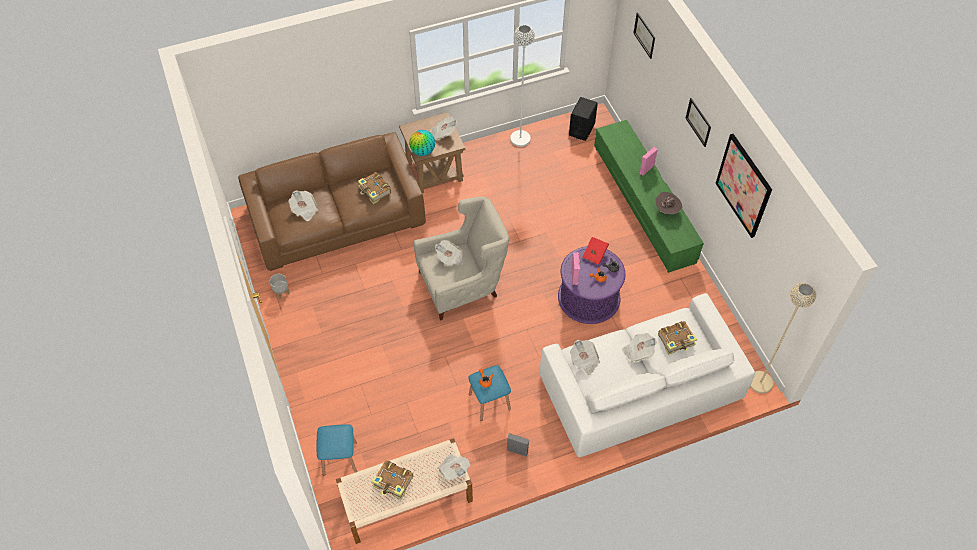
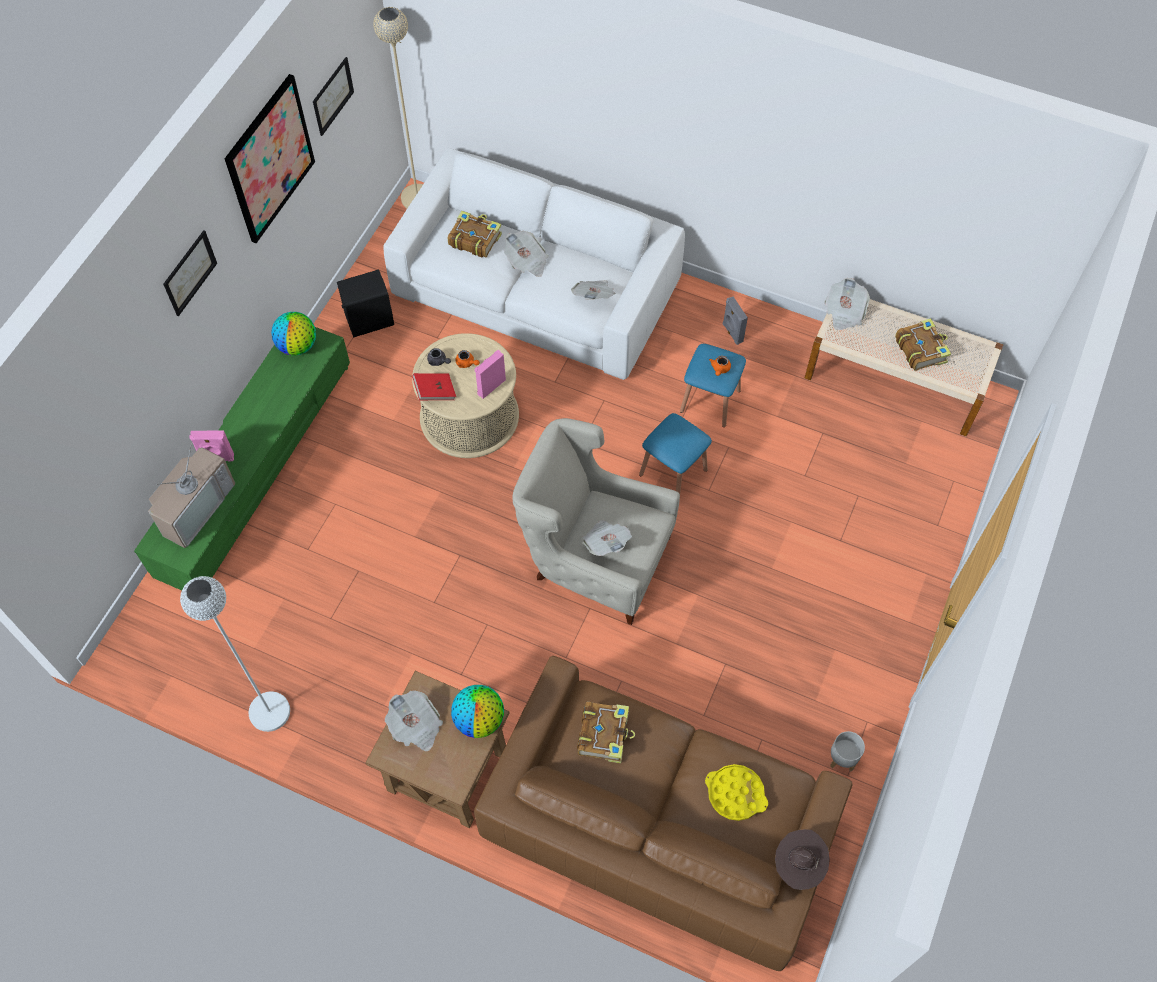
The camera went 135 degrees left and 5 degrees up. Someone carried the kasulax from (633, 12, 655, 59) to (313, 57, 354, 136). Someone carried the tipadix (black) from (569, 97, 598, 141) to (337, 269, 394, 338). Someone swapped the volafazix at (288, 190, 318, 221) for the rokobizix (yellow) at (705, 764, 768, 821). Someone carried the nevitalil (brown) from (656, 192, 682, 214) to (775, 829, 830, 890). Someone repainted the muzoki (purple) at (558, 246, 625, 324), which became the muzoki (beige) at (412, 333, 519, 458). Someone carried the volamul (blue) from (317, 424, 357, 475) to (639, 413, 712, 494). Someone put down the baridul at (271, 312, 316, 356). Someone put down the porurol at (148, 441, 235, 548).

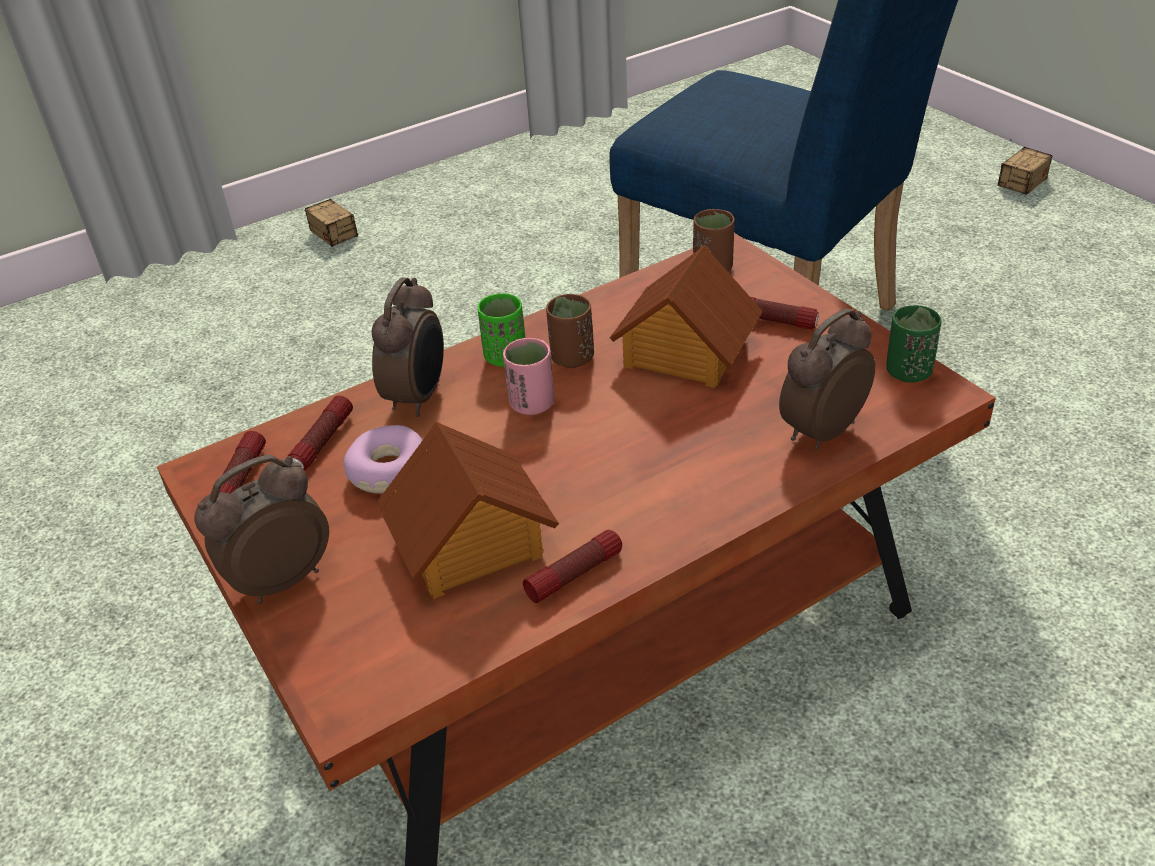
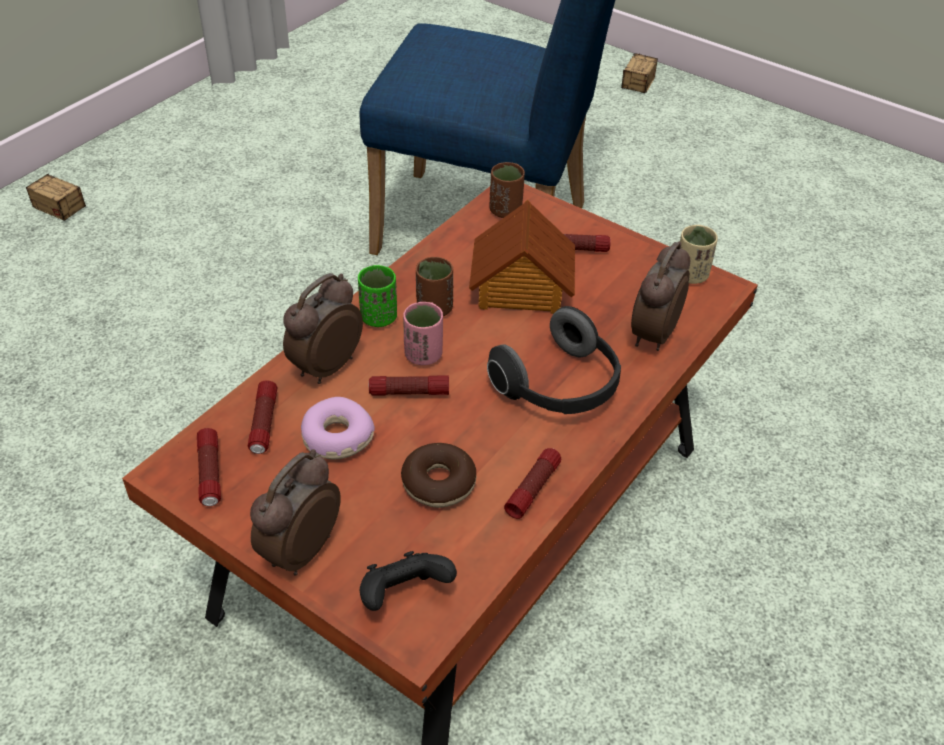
The camera went 25 degrees left and 5 degrees up. Someone rotated the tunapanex at (372, 277, 444, 417) by 135 degrees counterclockwise. Someone repainted the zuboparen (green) at (886, 305, 942, 383), which became the zuboparen (beige) at (680, 225, 718, 284). Someone swapped the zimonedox at (376, 421, 559, 599) for the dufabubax at (401, 443, 476, 508). Someone put down the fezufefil at (487, 306, 621, 414). Someone put down the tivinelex at (369, 376, 449, 395). Someone put down the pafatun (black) at (360, 551, 457, 611).

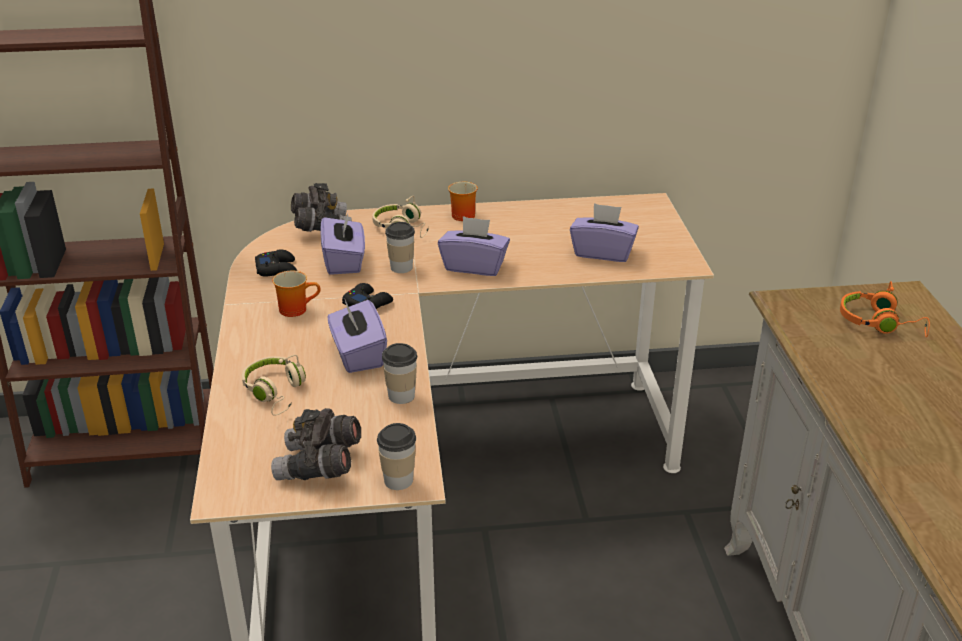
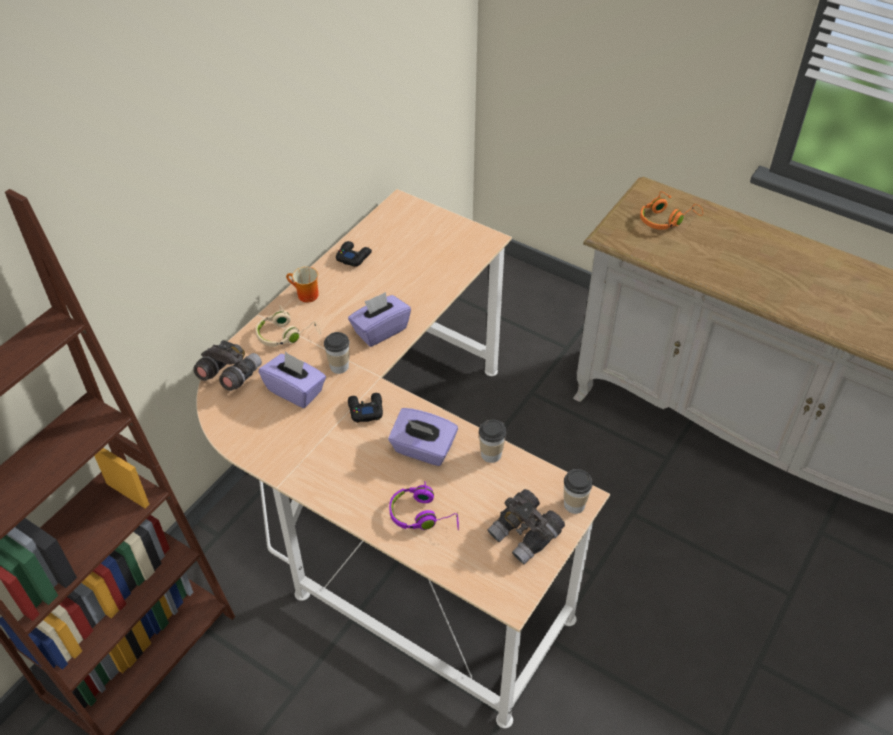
The camera went 50 degrees left and 15 degrees up. Someone took away the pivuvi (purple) at (570, 203, 639, 262). Someone carried the pafatun (black) from (255, 250, 297, 277) to (336, 241, 372, 267). Someone took away the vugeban at (272, 271, 321, 317). Someone repainted the fezufefil (beige) at (242, 355, 306, 415), which became the fezufefil (purple) at (389, 482, 459, 530).

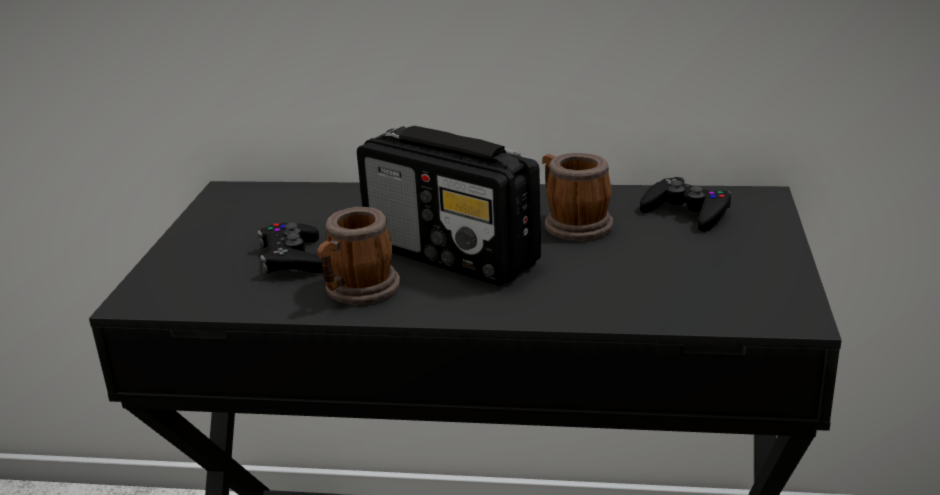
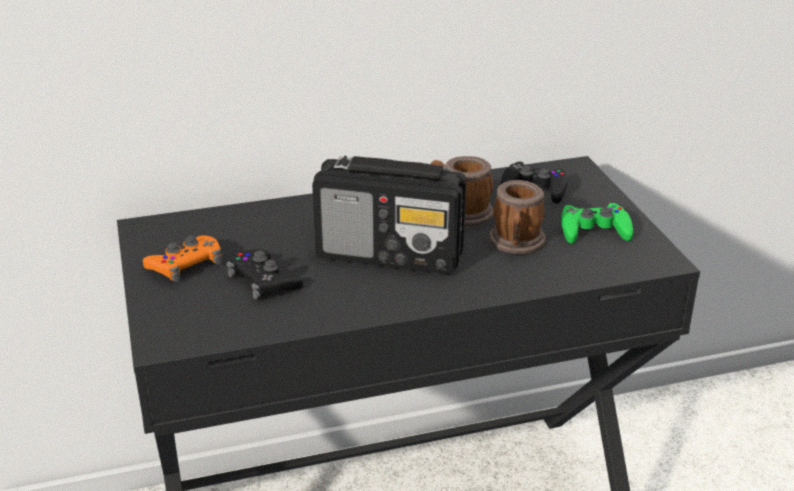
The camera went 25 degrees left and 5 degrees up. Someone carried the vugeban from (317, 207, 401, 305) to (489, 180, 546, 254). Someone put down the pafatun (green) at (561, 203, 633, 244). Someone put down the pafatun (orange) at (143, 235, 222, 282).

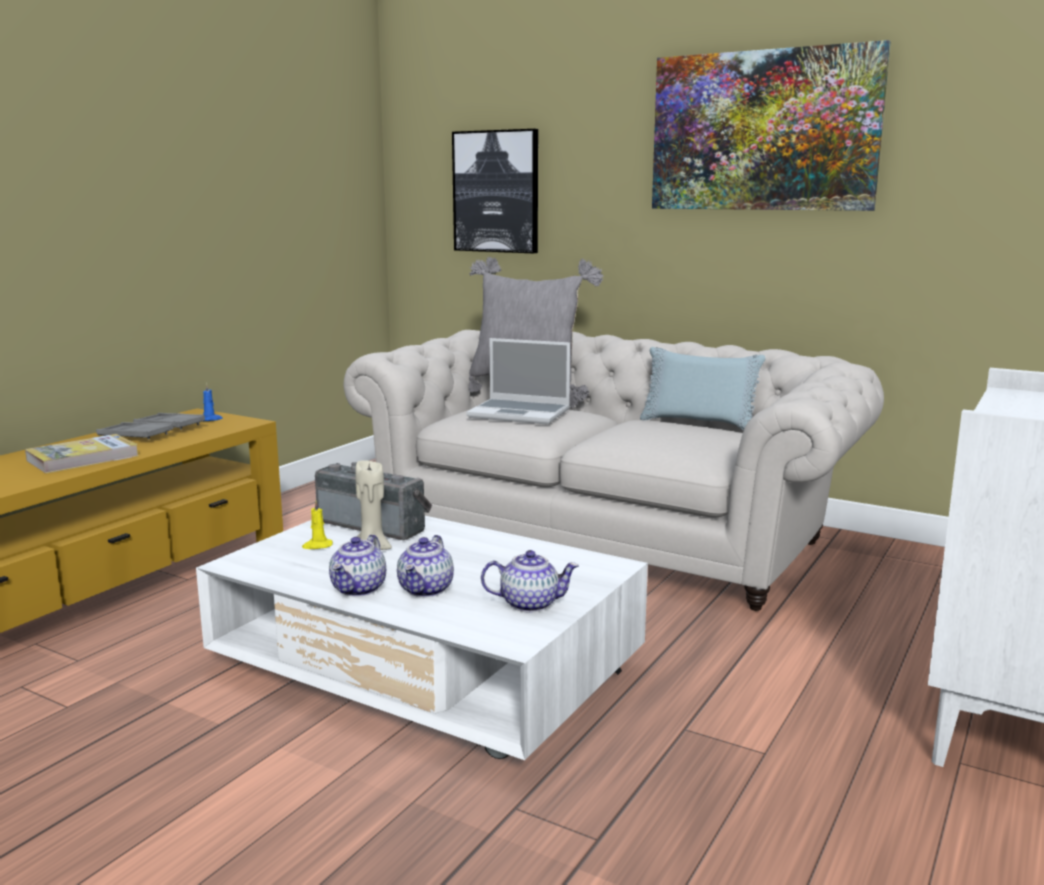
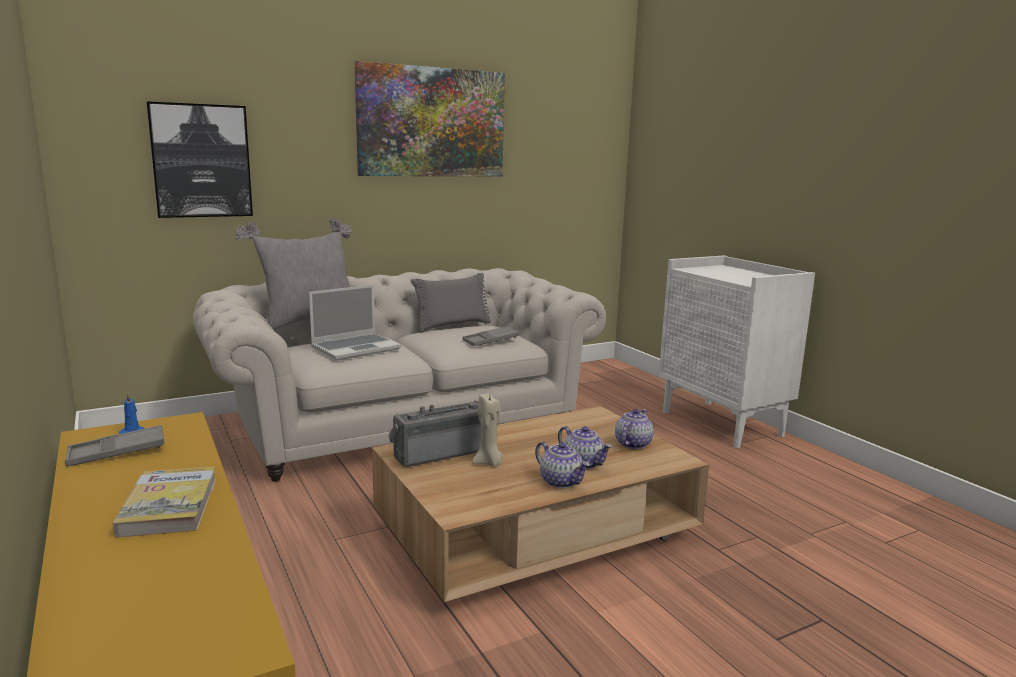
The camera went 60 degrees left and 0 degrees up. Someone repainted the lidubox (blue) at (640, 347, 765, 431), which became the lidubox (grey) at (411, 273, 491, 333). Someone carried the rokobizix (grey) from (96, 422, 173, 440) to (463, 326, 520, 346). Someone took away the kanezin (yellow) at (302, 500, 333, 549). Someone repainted the muzoki (white) at (196, 516, 648, 760), which became the muzoki (brown) at (372, 406, 709, 602).

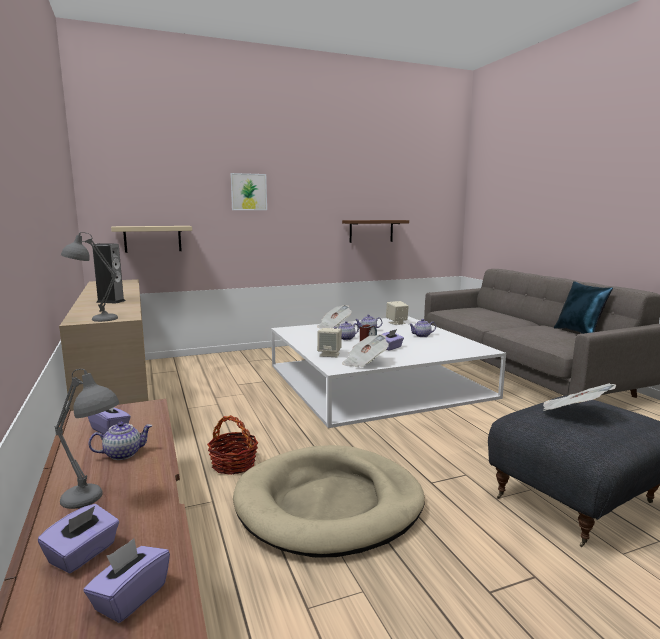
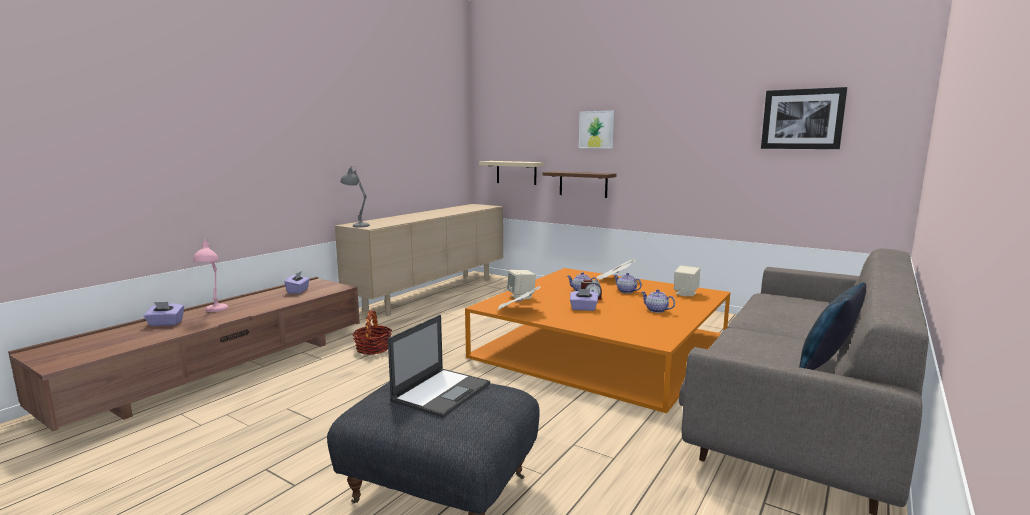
The camera went 55 degrees right and 0 degrees up. Someone carried the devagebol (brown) from (342, 220, 409, 243) to (542, 171, 617, 198). Someone took away the tipadix at (92, 243, 125, 304). Someone repainted the muzoki (white) at (271, 316, 506, 428), which became the muzoki (orange) at (465, 268, 730, 413). Someone repainted the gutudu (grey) at (55, 369, 119, 509), which became the gutudu (pink) at (193, 238, 229, 312). Someone swapped the volafazix at (543, 383, 616, 411) for the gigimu at (388, 315, 490, 418). Someone took away the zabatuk at (88, 422, 152, 460). Someone took away the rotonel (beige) at (233, 445, 425, 558). Someone took away the pivuvi (purple) at (84, 538, 170, 623). Someone put up the kasulax at (761, 87, 847, 149).

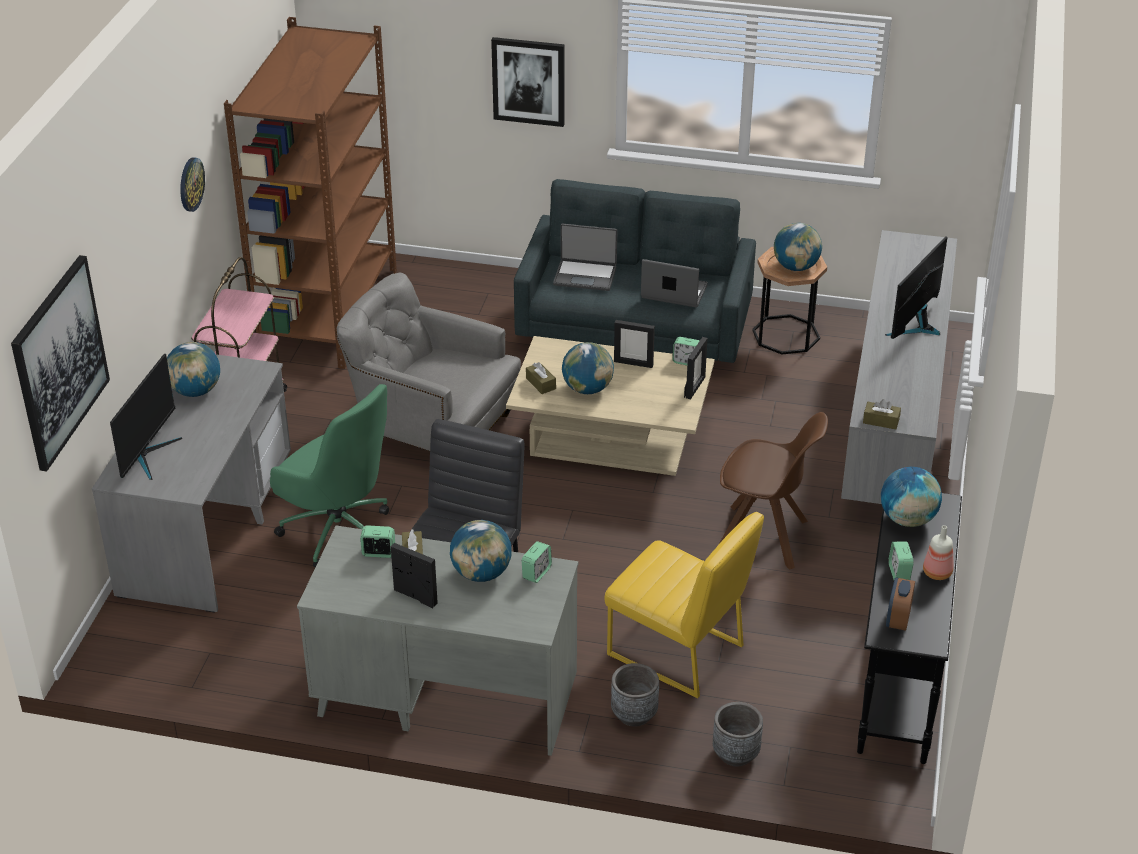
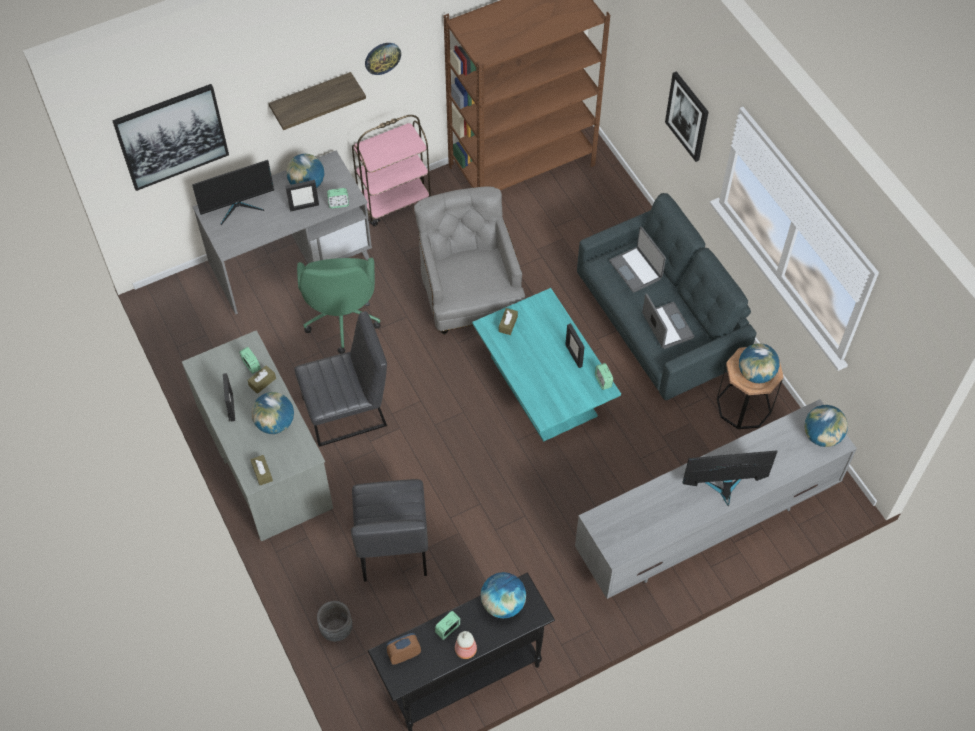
The camera went 50 degrees right and 20 degrees up. Someone repainted the muzoki (beige) at (506, 336, 714, 476), which became the muzoki (turquoise) at (472, 288, 621, 442). Someone carried the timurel from (684, 337, 708, 399) to (285, 180, 319, 212). Someone carried the baridul from (562, 342, 614, 394) to (804, 405, 848, 447). Someone carried the pivuvi (brown) from (863, 399, 901, 429) to (250, 455, 273, 485). Someone took away the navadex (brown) at (718, 412, 828, 570). Someone repainted the navadex (yellow) at (605, 512, 764, 698), which became the navadex (grey) at (351, 479, 428, 582). Someone carried the tunapanex from (522, 541, 552, 583) to (327, 188, 349, 209). Someone took away the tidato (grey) at (611, 663, 659, 727). Someone put up the devagebol at (269, 72, 366, 130).

